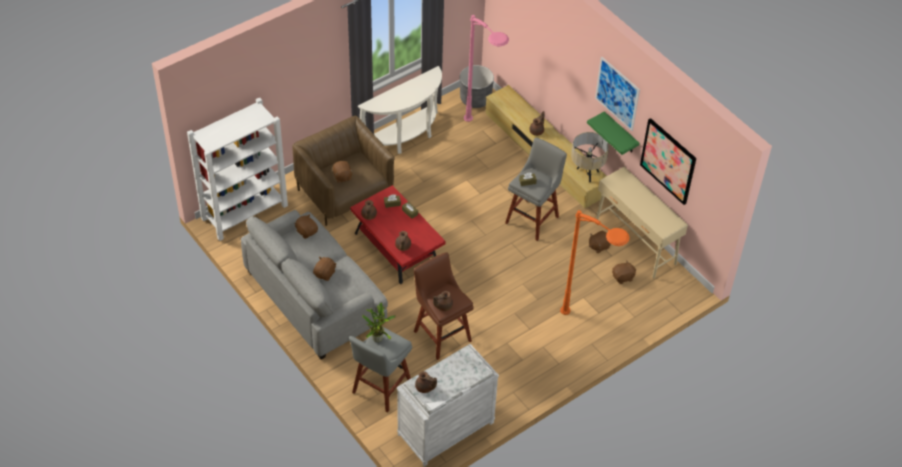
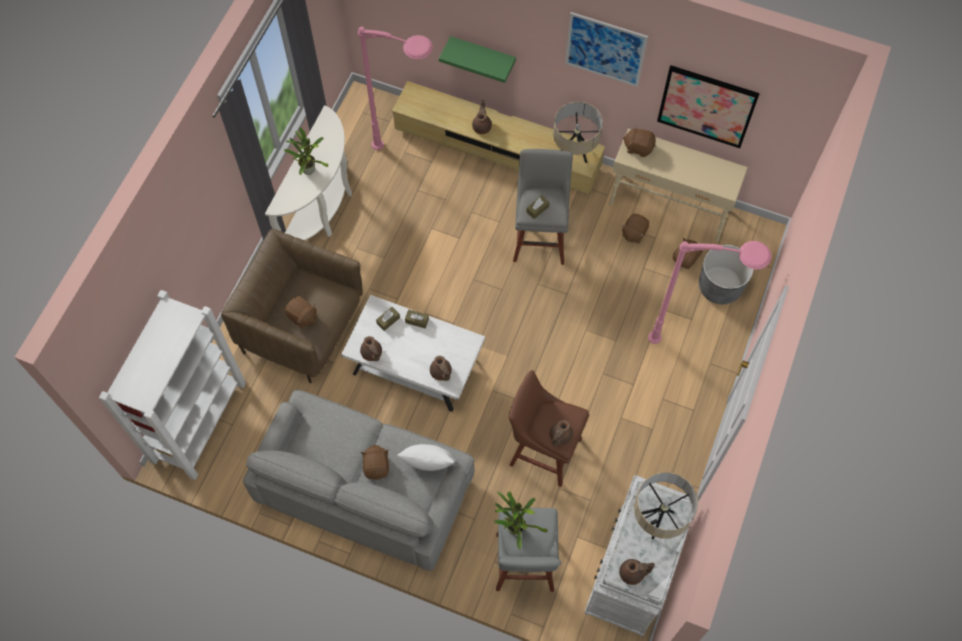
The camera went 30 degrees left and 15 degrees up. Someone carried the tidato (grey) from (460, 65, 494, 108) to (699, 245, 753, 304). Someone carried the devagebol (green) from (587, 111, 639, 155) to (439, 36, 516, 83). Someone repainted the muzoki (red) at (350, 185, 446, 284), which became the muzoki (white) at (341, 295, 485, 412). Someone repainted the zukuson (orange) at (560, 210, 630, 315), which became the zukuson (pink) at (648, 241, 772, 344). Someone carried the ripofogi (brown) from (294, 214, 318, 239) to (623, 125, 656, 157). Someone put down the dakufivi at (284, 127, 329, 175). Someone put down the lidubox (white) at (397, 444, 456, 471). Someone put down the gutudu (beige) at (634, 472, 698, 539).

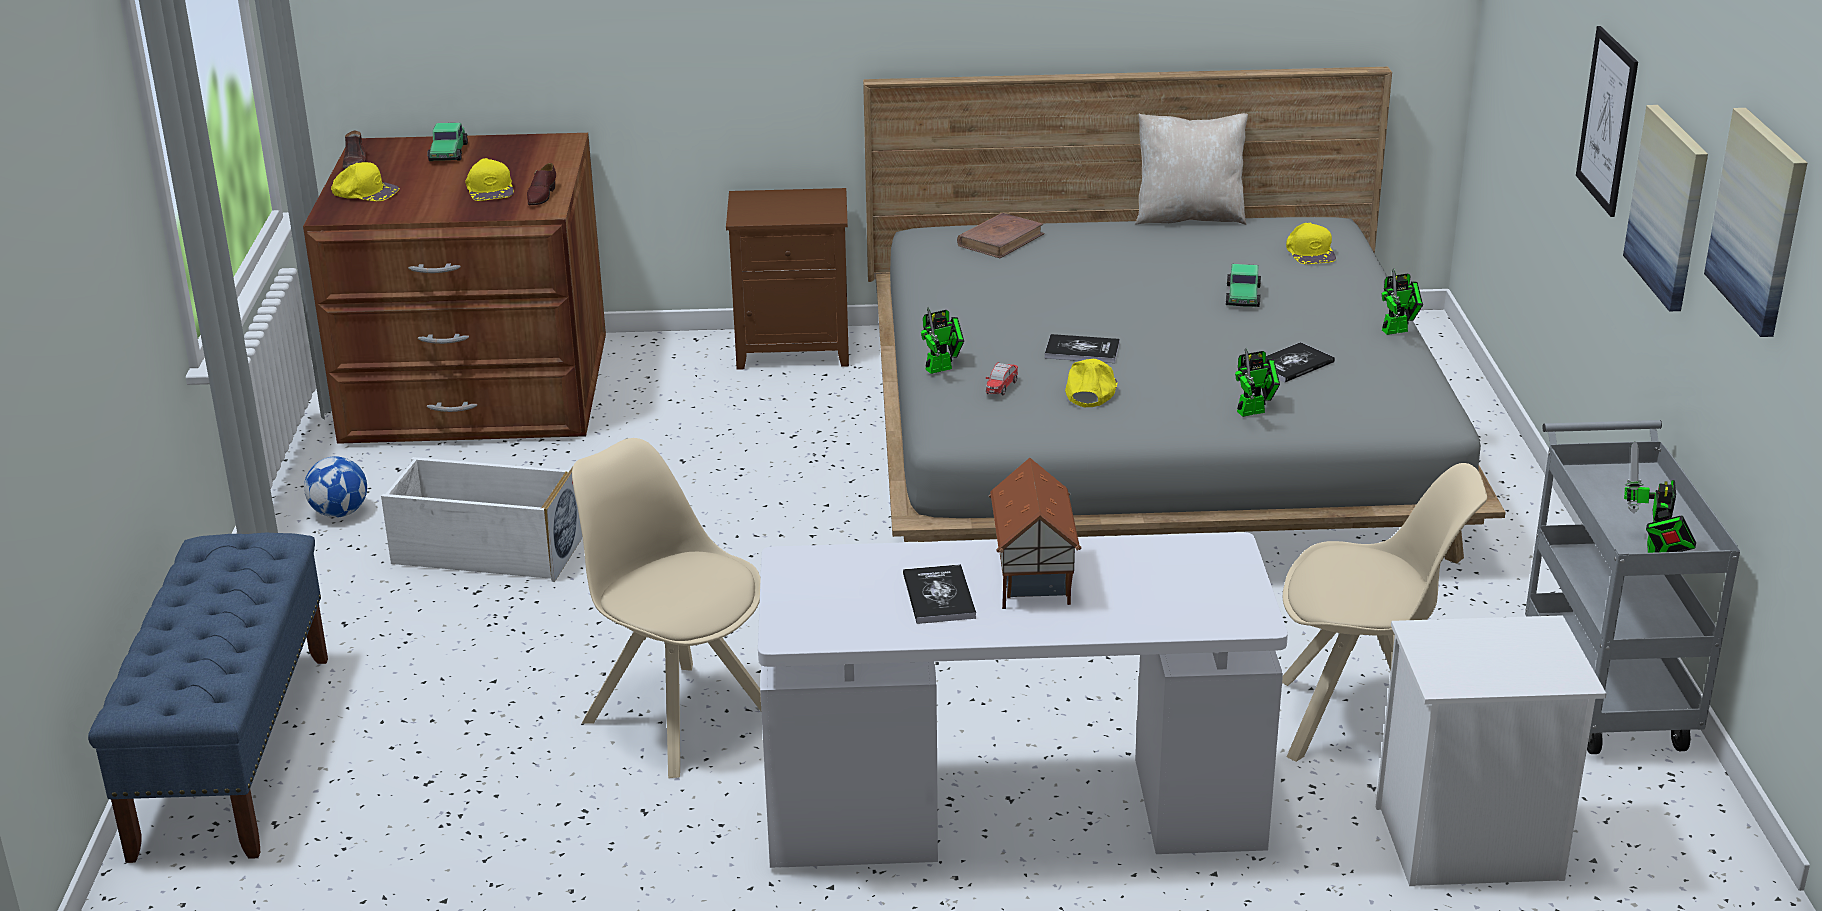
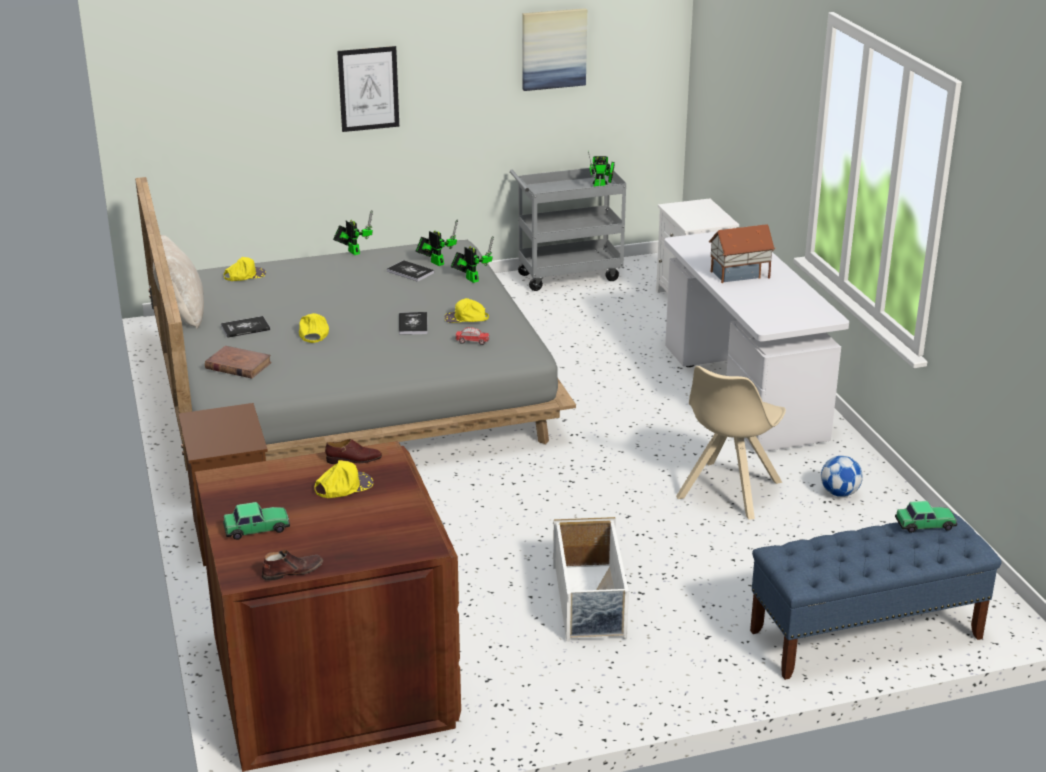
The camera went 105 degrees left and 0 degrees up. Someone took away the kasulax at (1623, 105, 1708, 311). Someone carried the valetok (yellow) from (331, 162, 400, 201) to (299, 313, 329, 343). Someone carried the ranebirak from (1226, 264, 1261, 307) to (895, 501, 957, 533). Someone carried the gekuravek from (921, 306, 964, 374) to (416, 219, 458, 266). Someone carried the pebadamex from (304, 456, 367, 518) to (821, 456, 863, 497). Someone took away the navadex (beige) at (1282, 463, 1487, 762). Someone carried the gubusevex from (903, 564, 976, 624) to (221, 316, 270, 338).

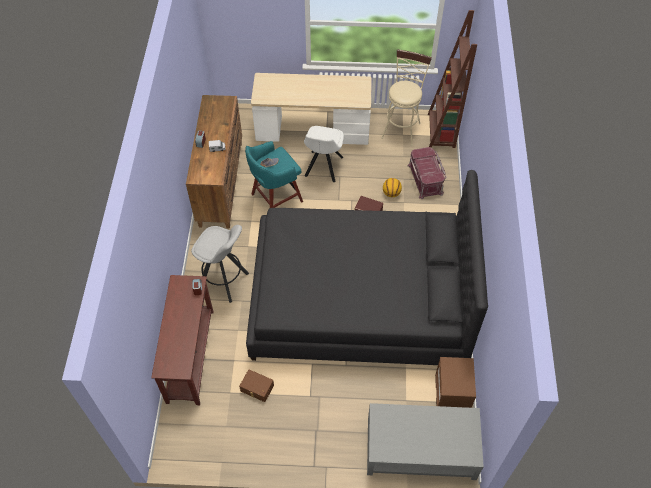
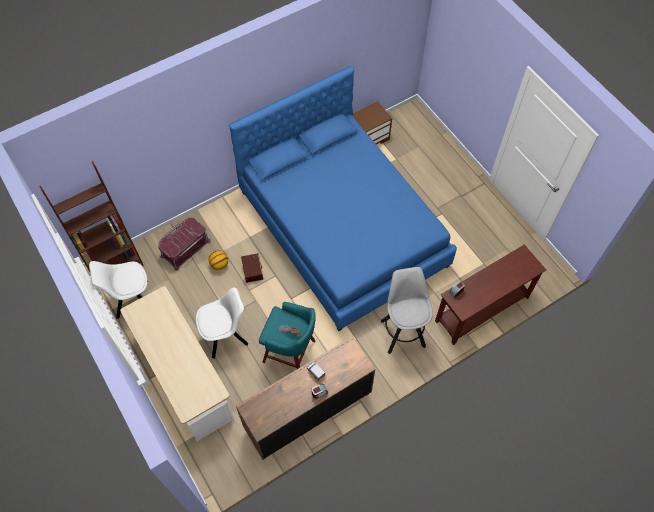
The camera went 125 degrees left and 5 degrees up. Someone swapped the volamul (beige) at (381, 49, 432, 146) for the navadex (white) at (89, 261, 148, 319). Someone repainted the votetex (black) at (246, 170, 488, 365), which became the votetex (blue) at (229, 66, 457, 331). Someone took away the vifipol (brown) at (239, 370, 274, 402). Someone took away the muzoki (grey) at (367, 403, 484, 480).

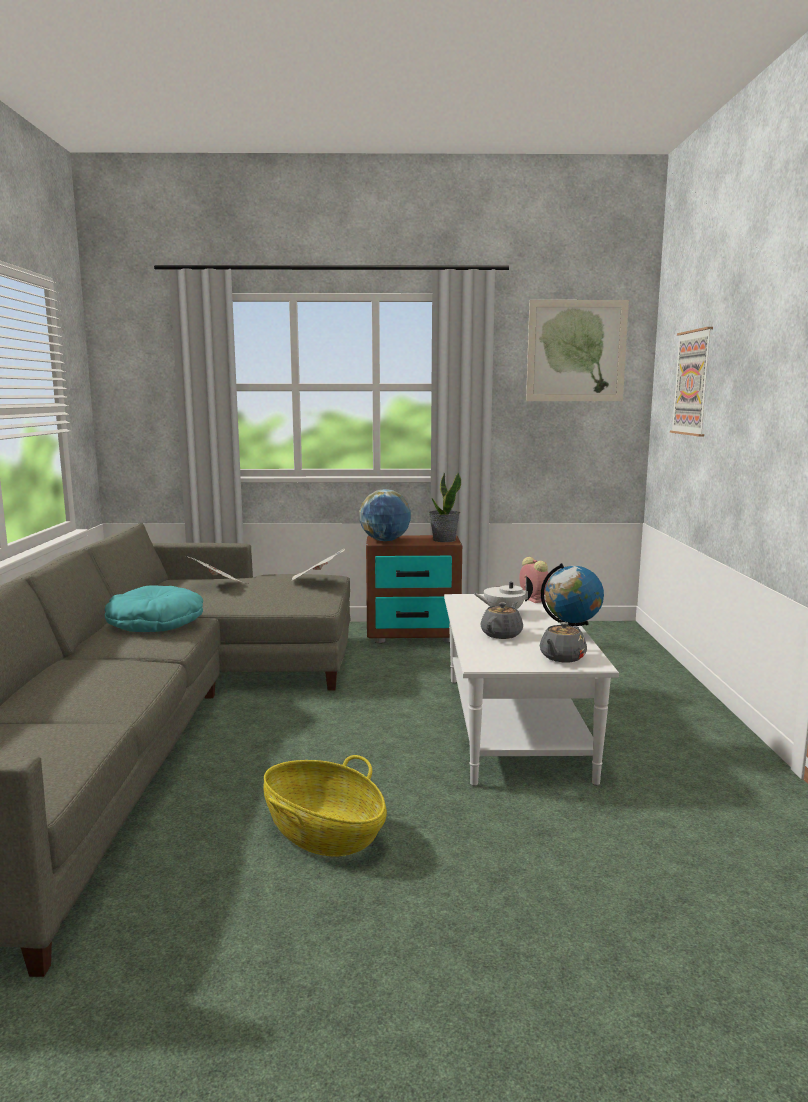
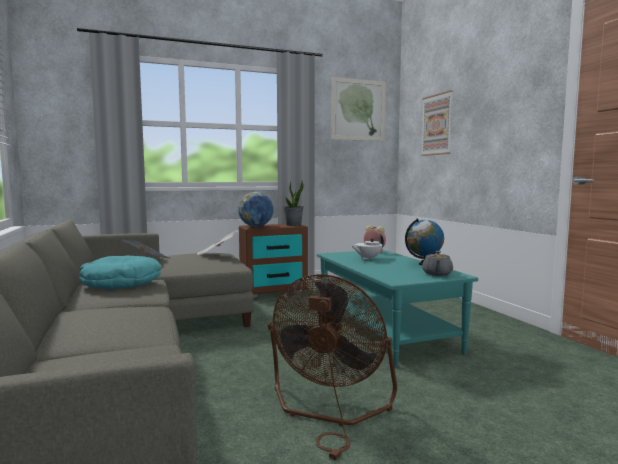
The camera went 20 degrees left and 5 degrees down. Someone repainted the muzoki (white) at (444, 594, 619, 787), which became the muzoki (turquoise) at (317, 250, 478, 367). Someone took away the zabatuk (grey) at (480, 601, 523, 639). Someone swapped the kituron at (263, 755, 387, 857) for the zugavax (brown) at (268, 274, 397, 460).

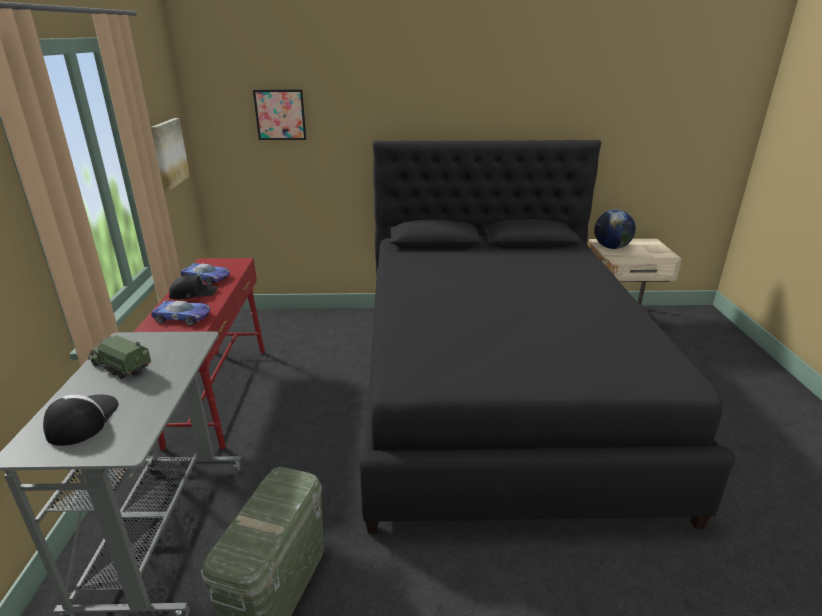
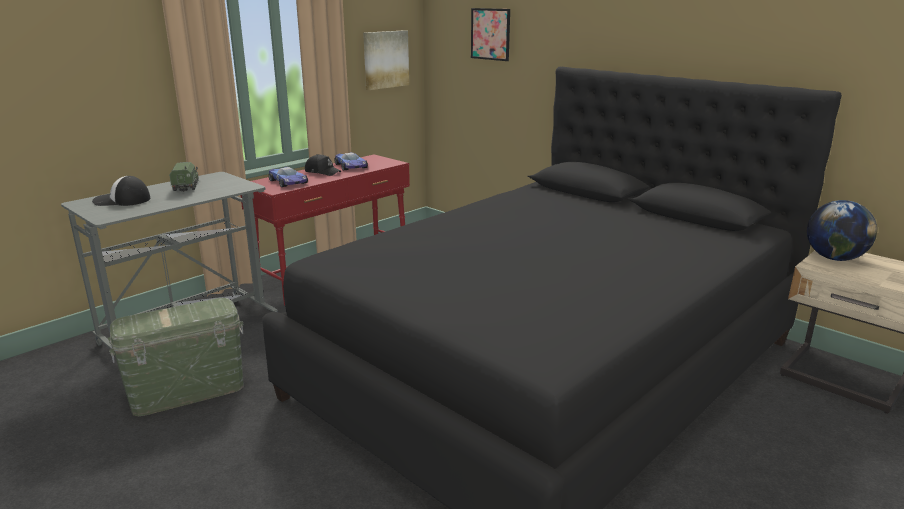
The camera went 45 degrees right and 5 degrees down. Someone rotated the valetok at (43, 395, 119, 446) by 135 degrees counterclockwise.

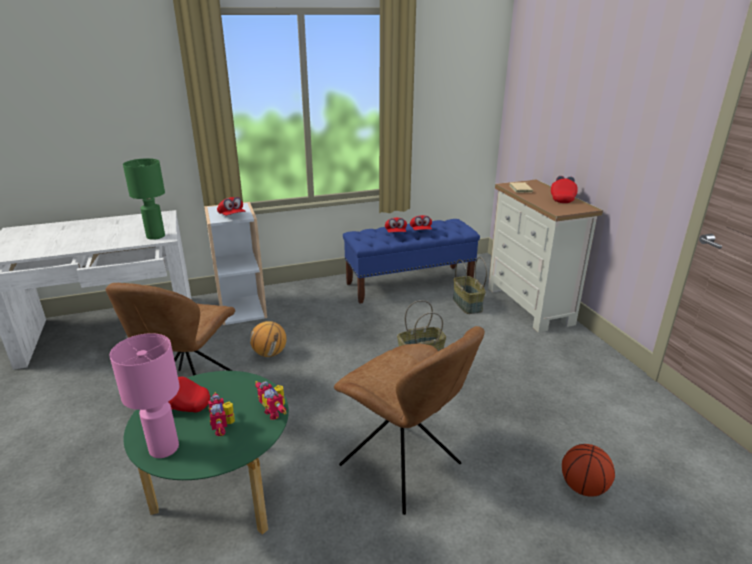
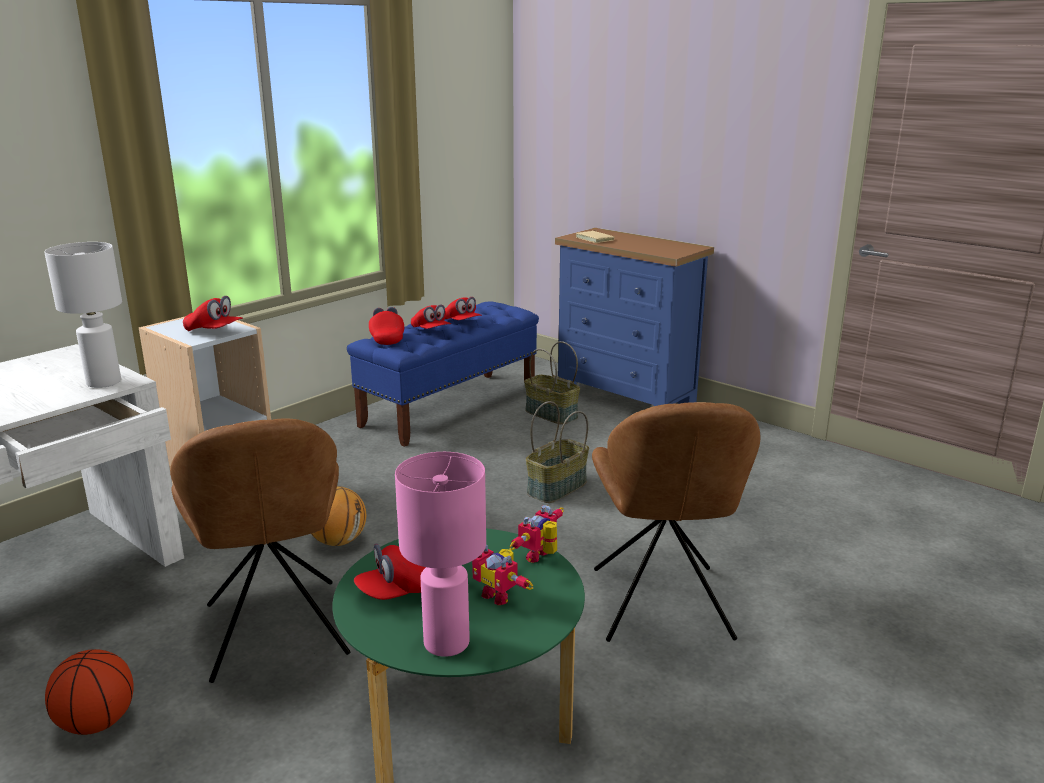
The camera went 30 degrees left and 5 degrees down. Someone repainted the gutudu (green) at (123, 158, 165, 240), which became the gutudu (white) at (44, 242, 122, 388). Someone carried the valetok (red) from (551, 176, 578, 203) to (369, 307, 404, 345). Someone repainted the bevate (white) at (488, 179, 603, 333), which became the bevate (blue) at (555, 228, 714, 406). Someone rotated the navadex (brown) at (334, 326, 485, 515) by 75 degrees clockwise. Someone rotated the gekuravek at (255, 381, 287, 420) by 105 degrees clockwise. Someone carried the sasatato from (562, 444, 615, 496) to (45, 649, 134, 735).

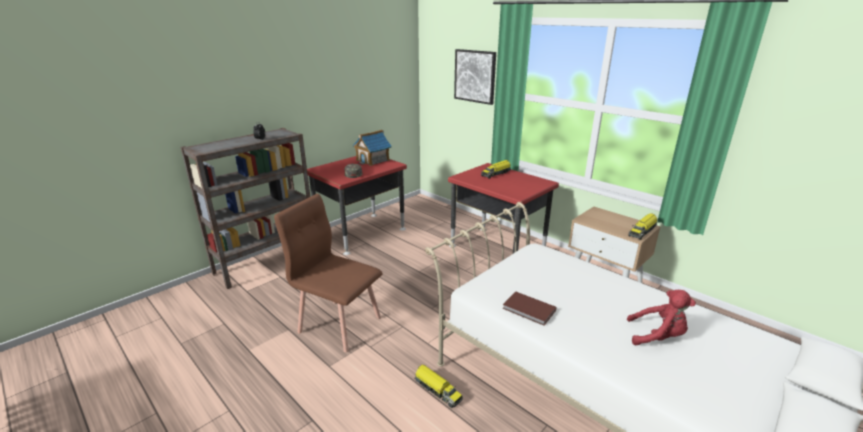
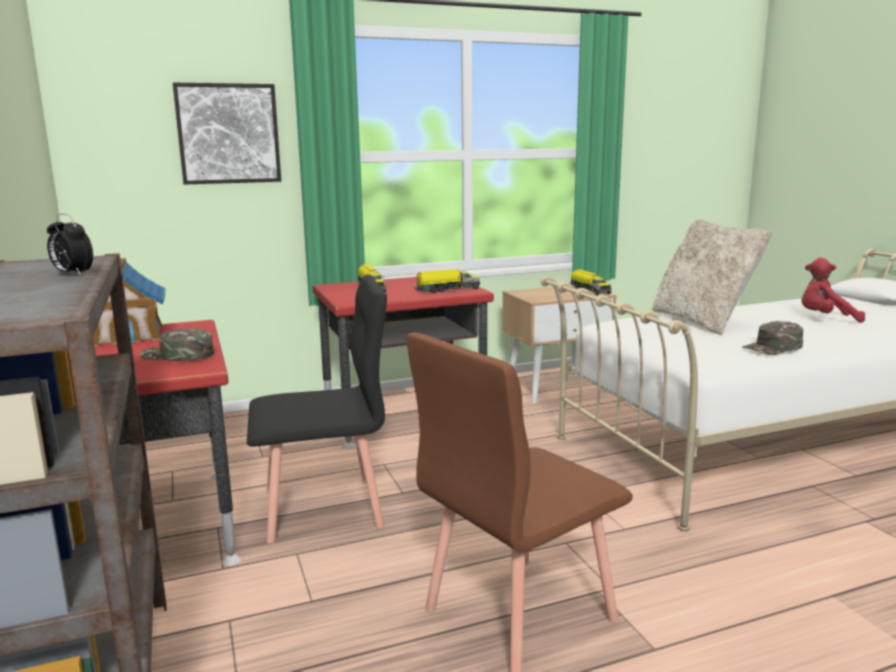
The camera went 65 degrees left and 10 degrees down. Someone rotated the ripofogi (red) at (627, 290, 696, 345) by 120 degrees counterclockwise. Someone swapped the gubusevex (brown) at (503, 291, 557, 326) for the valetok (green) at (742, 321, 803, 355). Someone carried the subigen from (414, 365, 463, 408) to (414, 269, 480, 293). Someone put down the lidubox (beige) at (652, 219, 772, 335). Someone put down the navadex (black) at (247, 275, 387, 544).

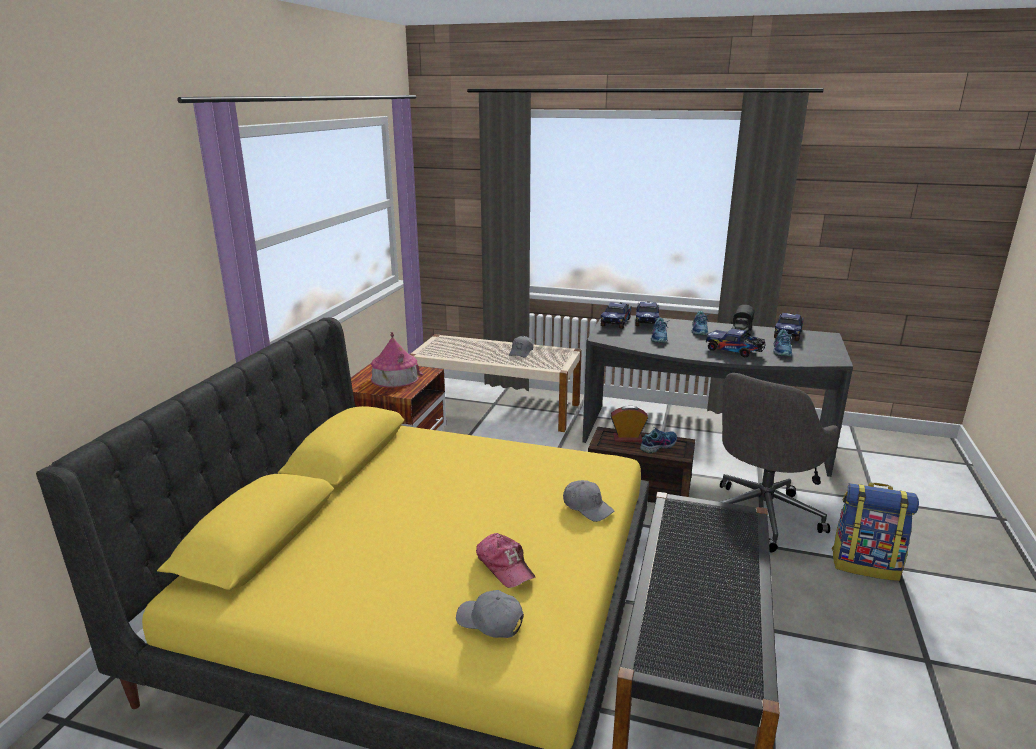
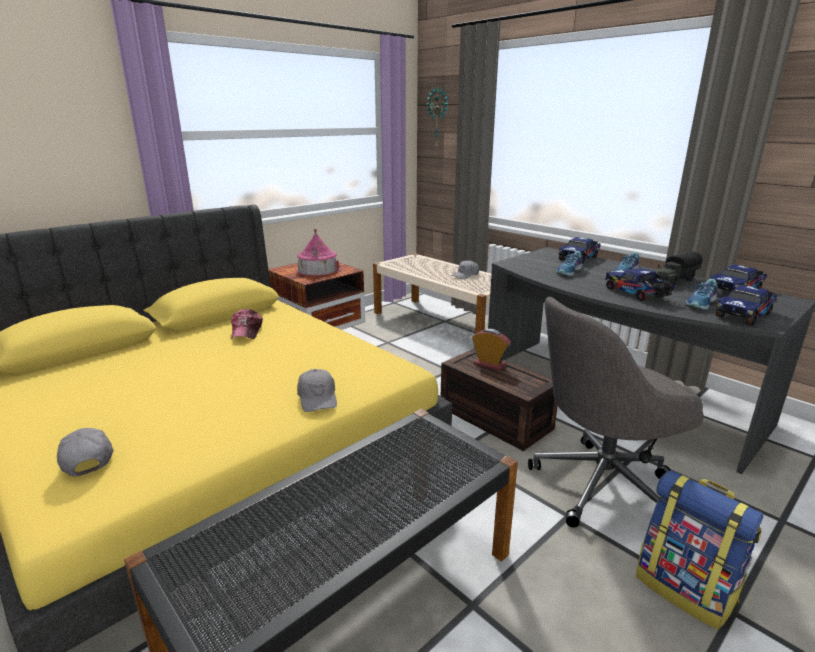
The camera went 30 degrees right and 0 degrees up. Someone carried the subigen from (601, 302, 632, 329) to (715, 285, 777, 325). Someone took away the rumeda at (640, 425, 677, 453). Someone carried the valetok from (476, 533, 536, 588) to (231, 309, 263, 339). Someone put up the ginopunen at (426, 86, 449, 150).

